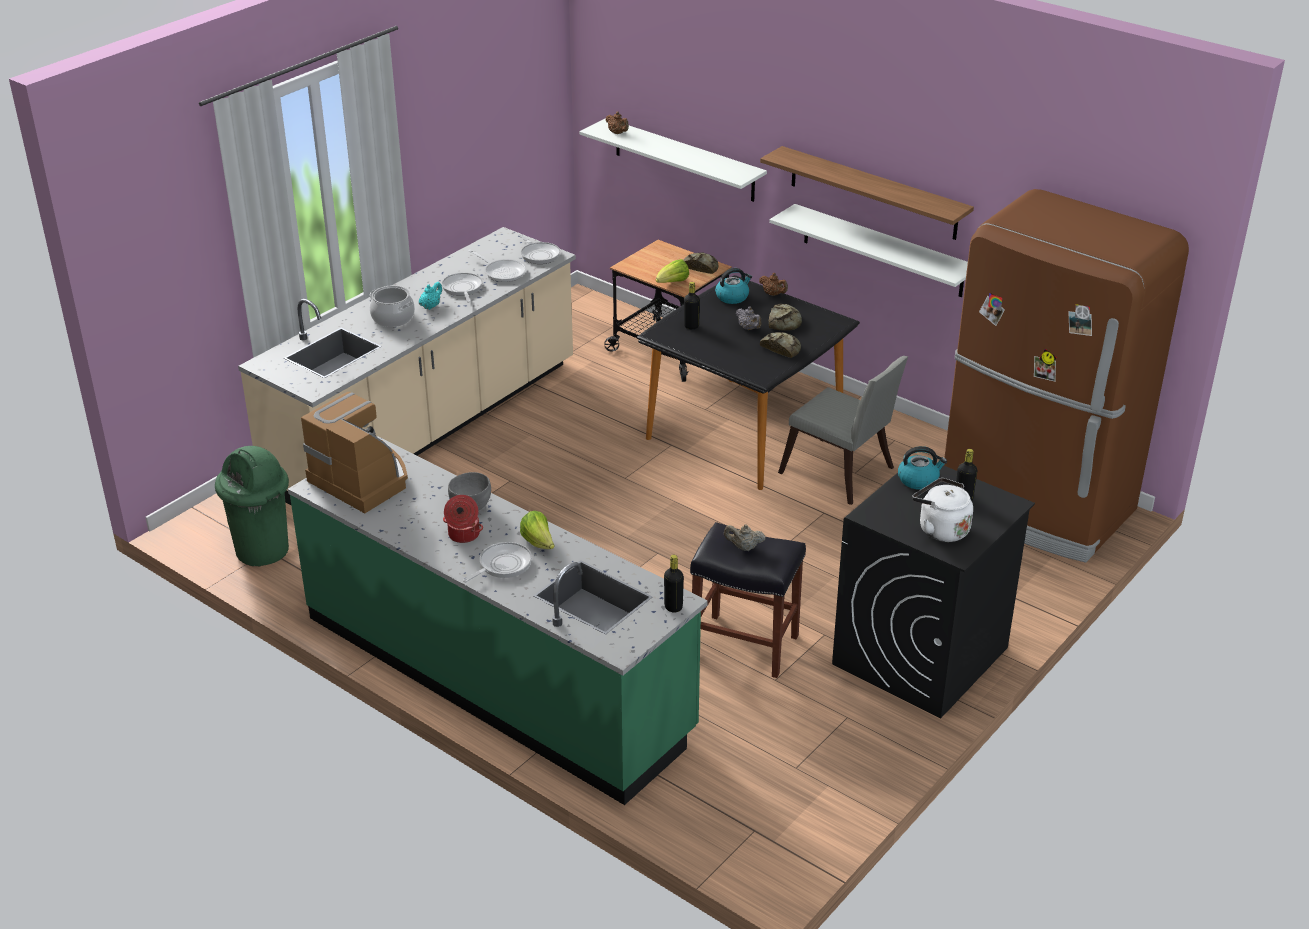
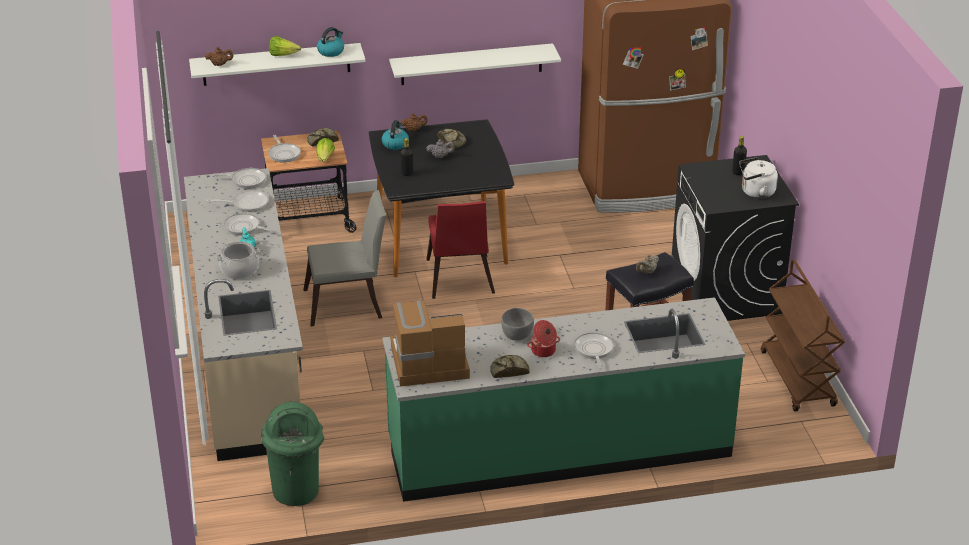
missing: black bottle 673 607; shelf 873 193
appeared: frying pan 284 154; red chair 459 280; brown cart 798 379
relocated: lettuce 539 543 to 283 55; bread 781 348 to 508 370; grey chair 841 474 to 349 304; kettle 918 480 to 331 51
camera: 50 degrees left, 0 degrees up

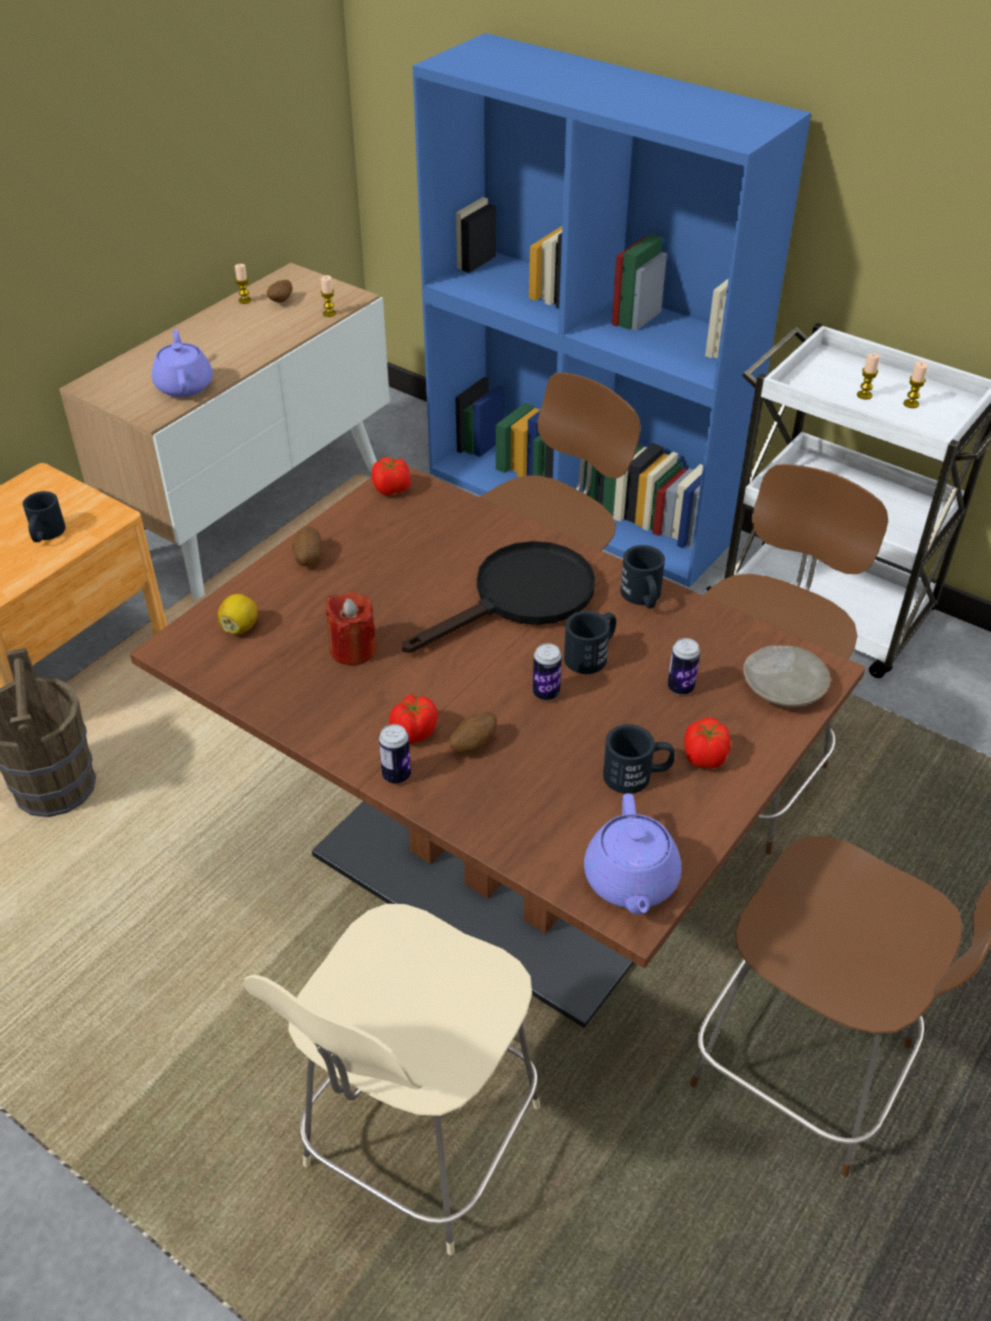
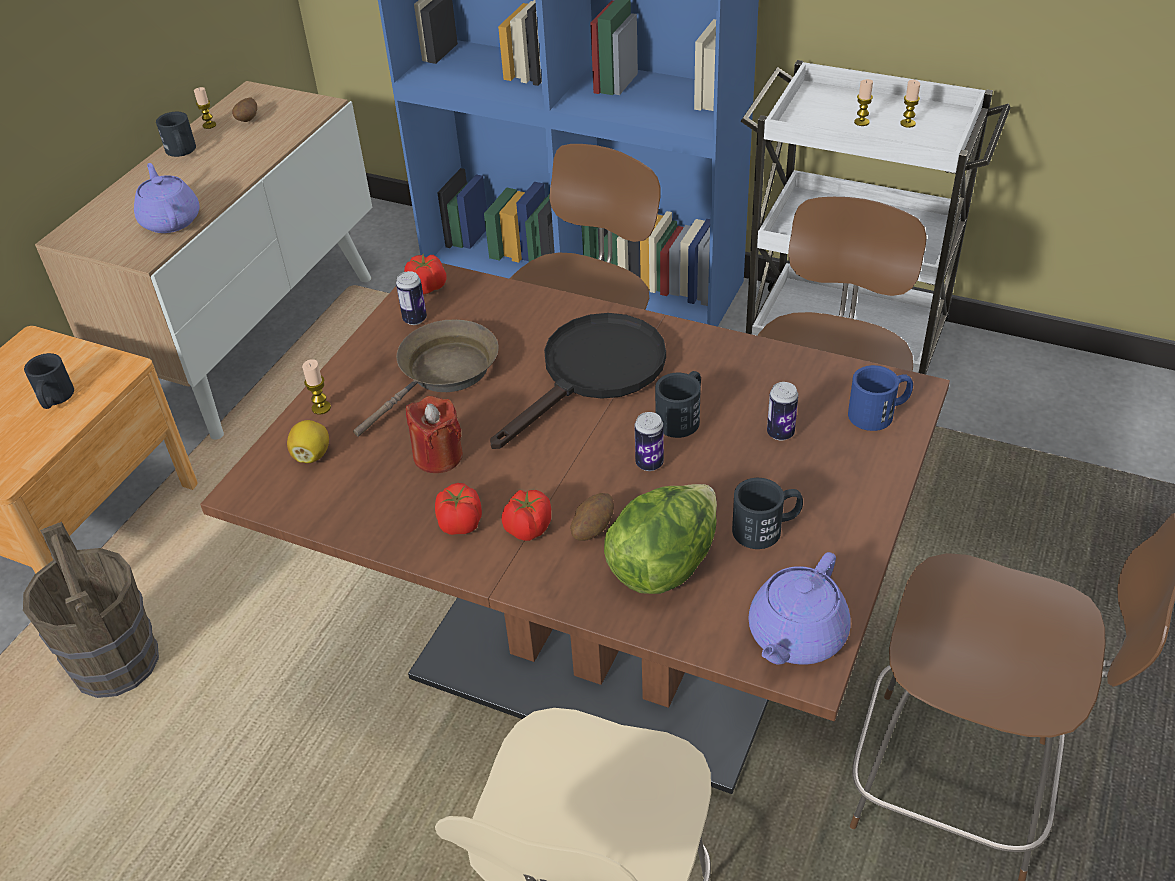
missing: potato 308 558
appeared: brown frying pan 443 374; lettuce 664 564
relocated: candle 329 313 to 321 408; can 396 775 to 415 319; black mug 643 598 to 182 152; tomato 704 757 to 459 524
exchanged: beige plate 784 686 to blue mug 879 413
spun: purple teapot 631 881 = 795 636 45 degrees clockwise
camera: 10 degrees left, 0 degrees up

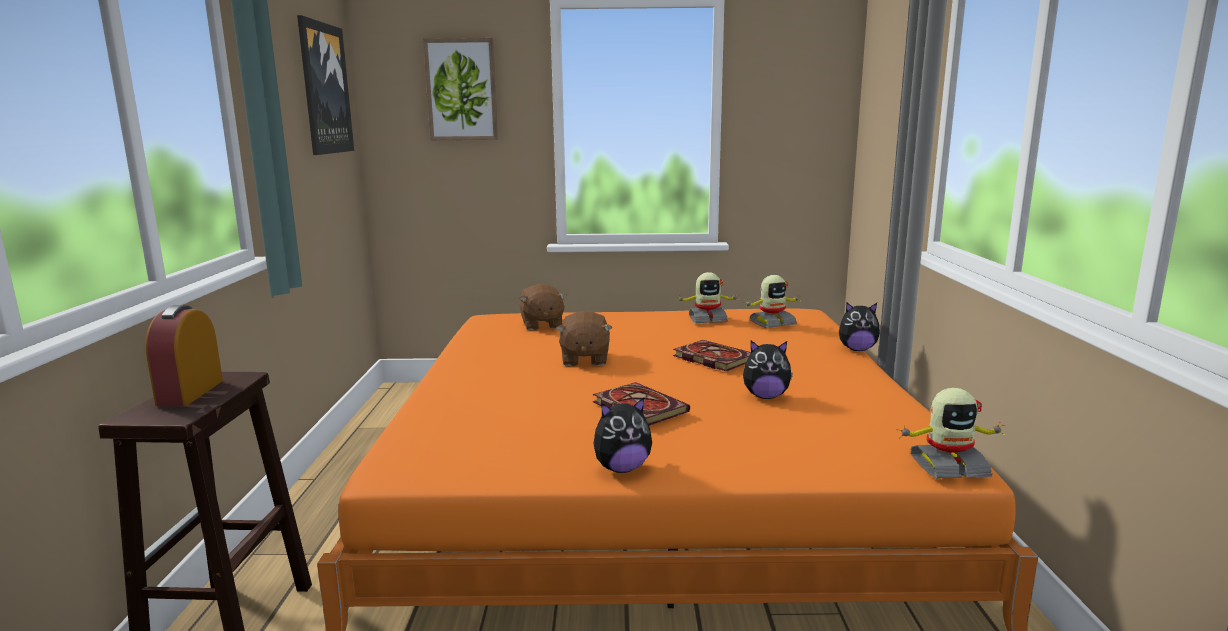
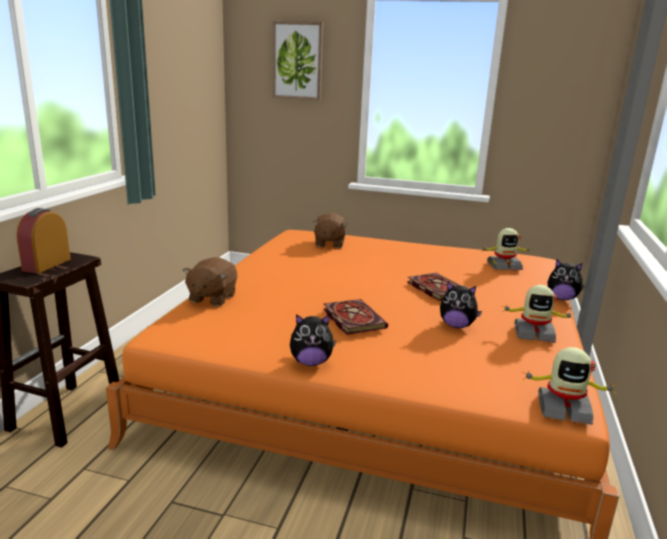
missing: picture 324 89
relocated: brown plush toy 584 359 to 212 298; toy robot 707 319 to 533 333
camera: 15 degrees right, 5 degrees up

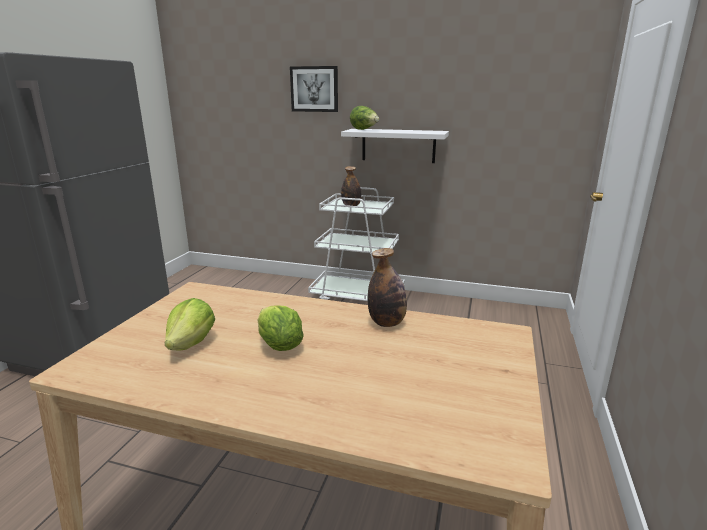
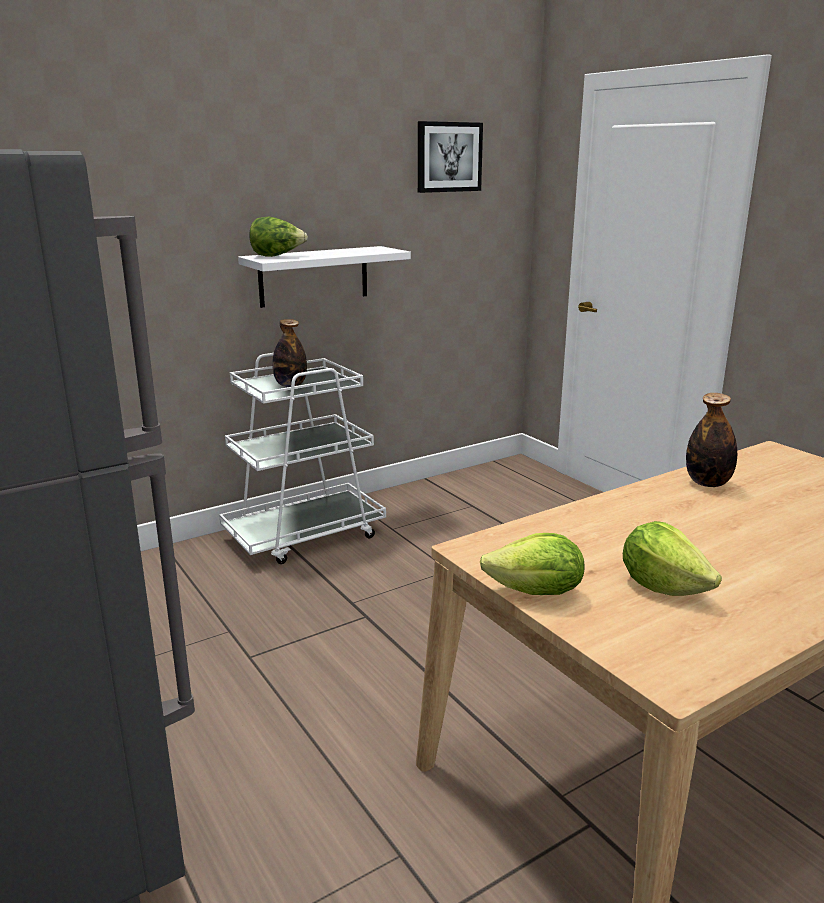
relocated: lettuce 279 345 to 536 593; picture 314 89 to 448 157
camera: 50 degrees left, 0 degrees up

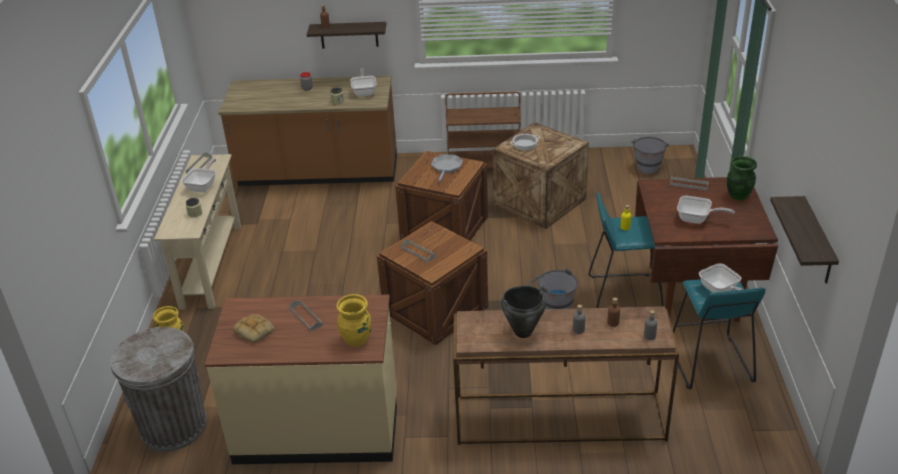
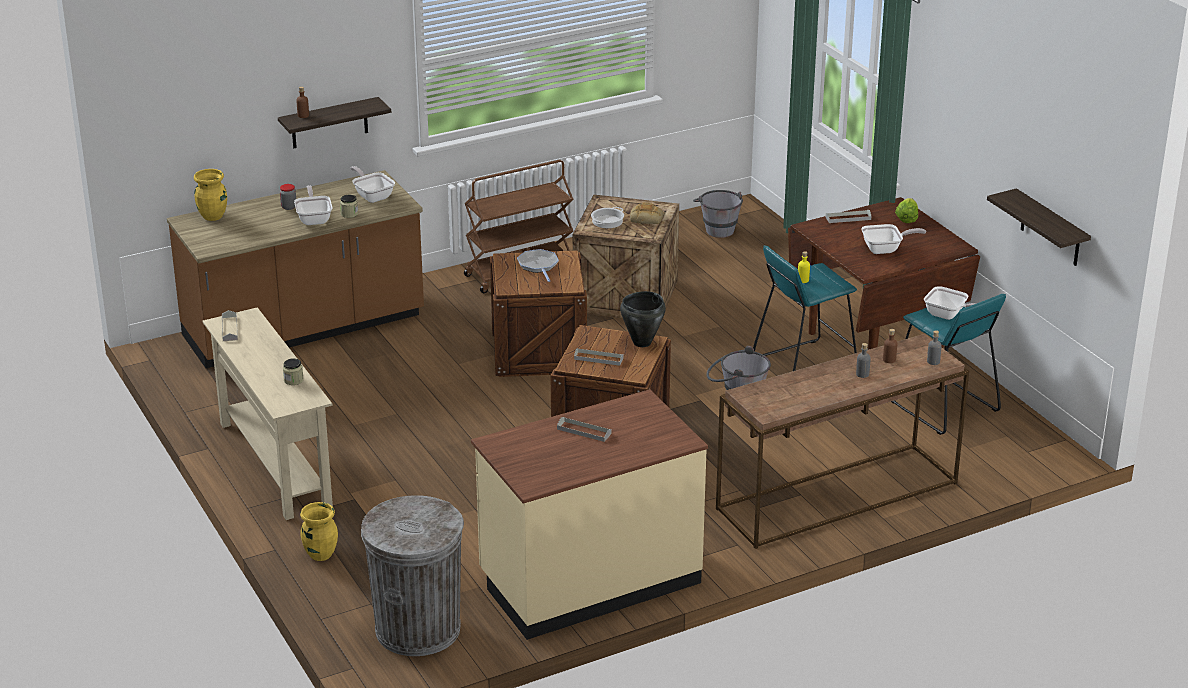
relocated: frying pan 203 186 to 314 218; bread 255 331 to 647 218; yellow vase 357 340 to 213 216; black cooking pot 522 332 to 641 342
exchanged: green vase 738 196 to lettuce 906 218
camera: 30 degrees left, 5 degrees down

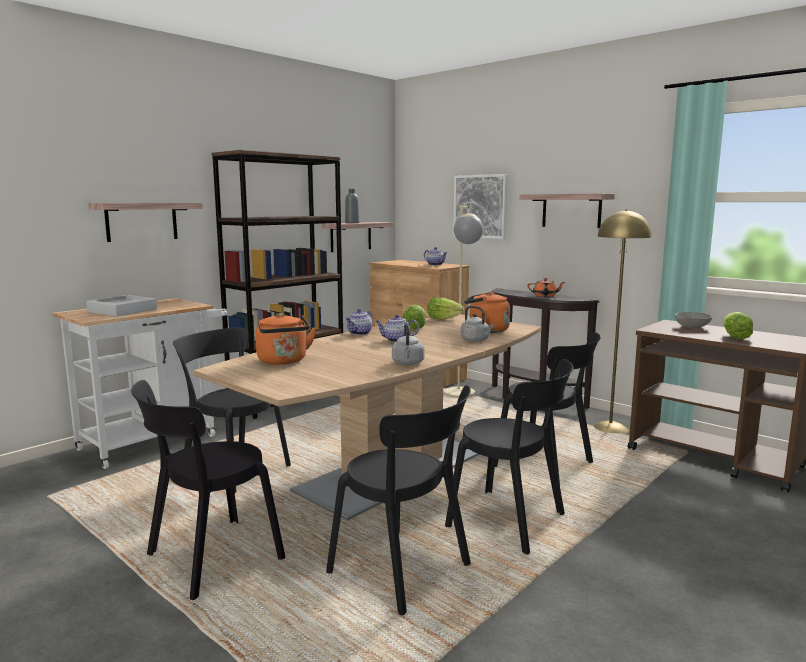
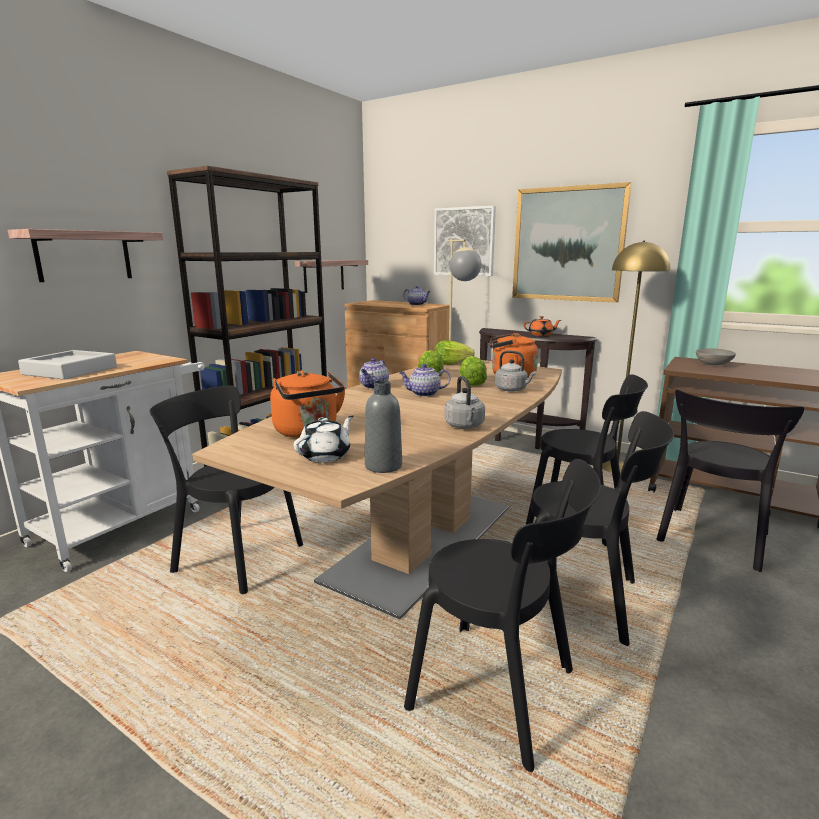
appeared: white teapot 326 456
relocated: black chair 209 559 to 711 540; grey bottle 352 223 to 383 466; lettuce 734 337 to 471 383
exchanged: shelf 571 210 to picture 568 244
camera: 10 degrees left, 5 degrees up

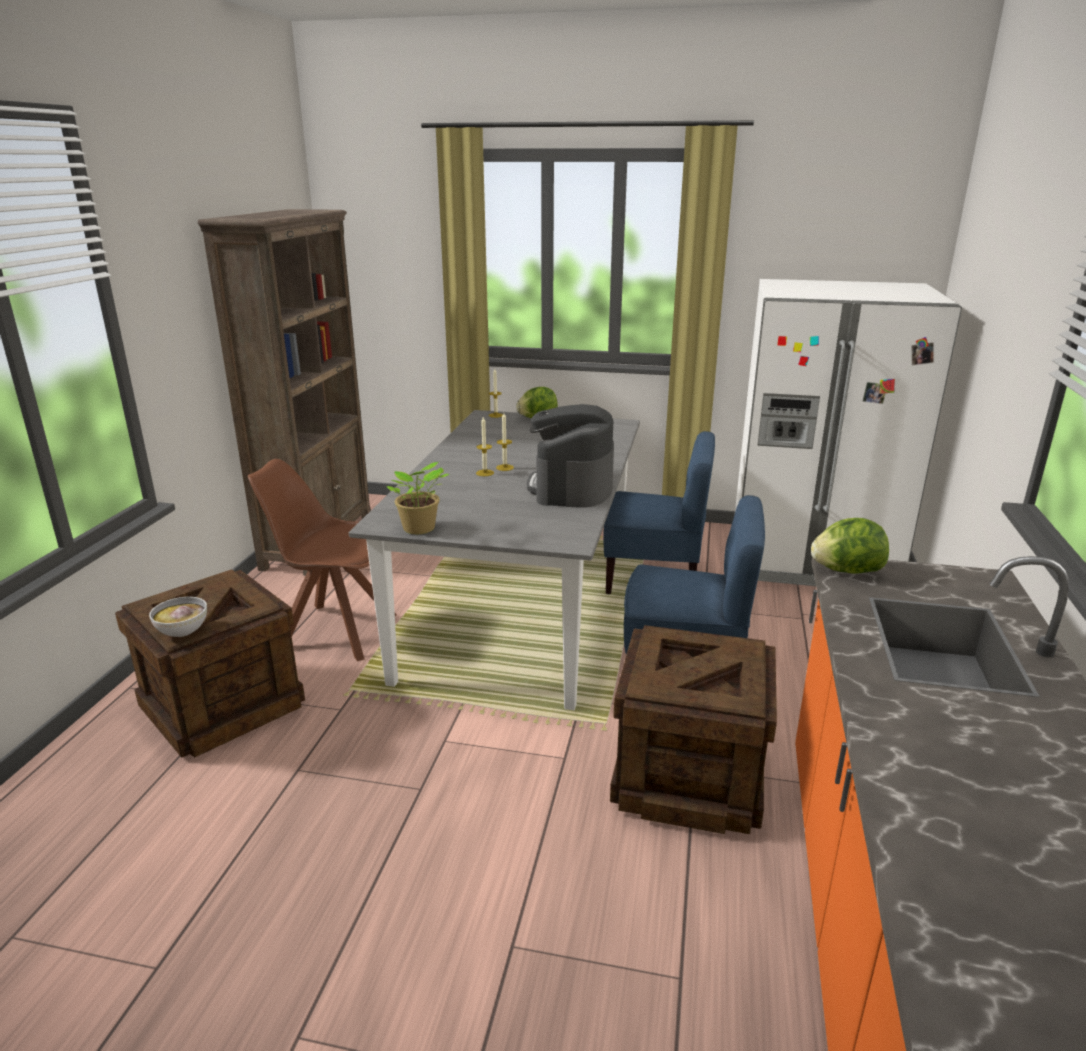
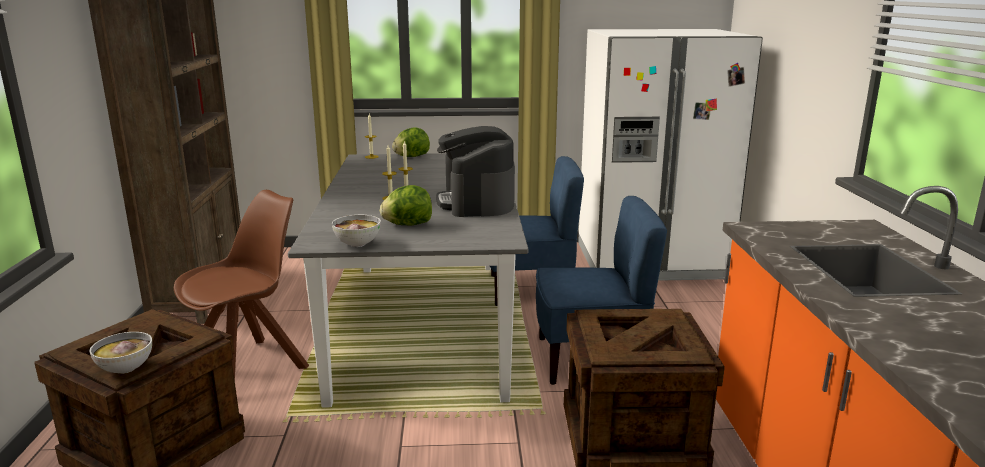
relocated: lettuce 846 571 to 407 225
exchanged: potted plant 419 529 to bowl 357 244
spun: brown chair 334 631 = 249 367 135 degrees clockwise
camera: 15 degrees left, 5 degrees down

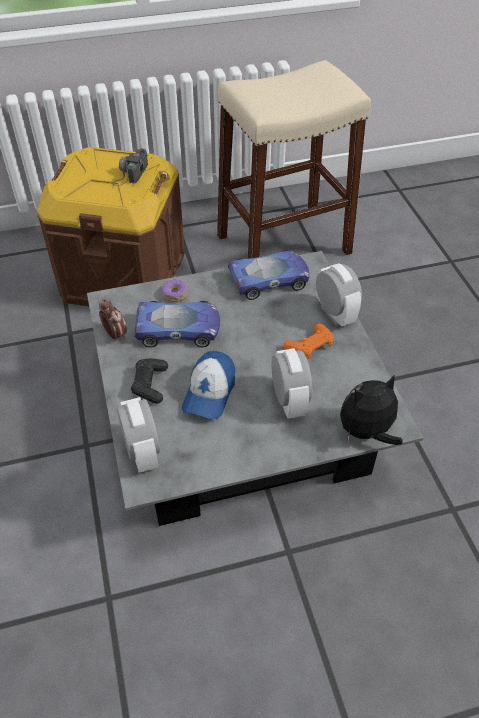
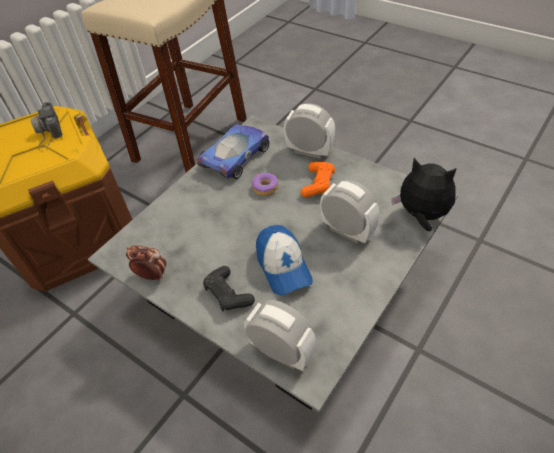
missing: toy car 179 329
relocated: donut 175 294 to 265 187
spun: plush toy 366 432 = 422 216 90 degrees clockwise
camera: 35 degrees left, 0 degrees up

